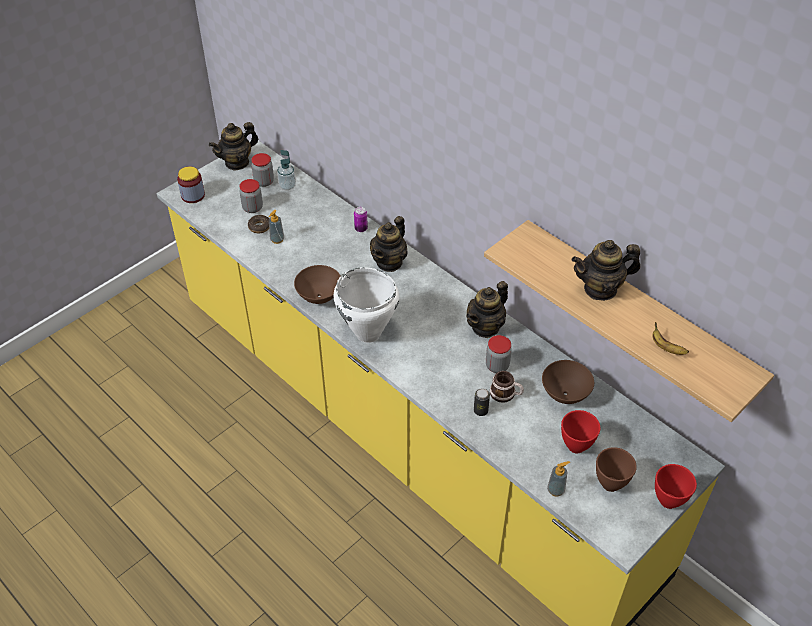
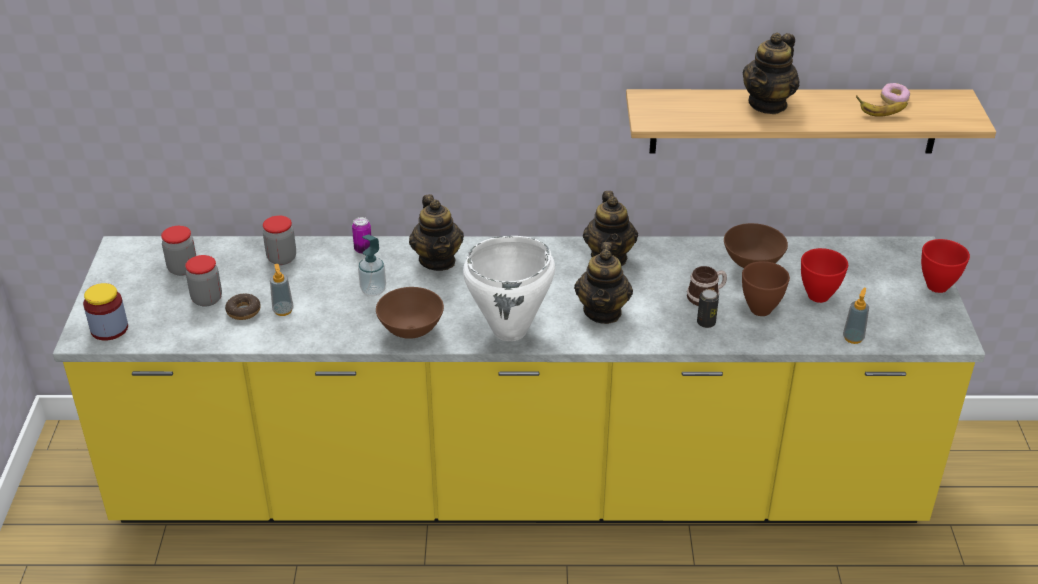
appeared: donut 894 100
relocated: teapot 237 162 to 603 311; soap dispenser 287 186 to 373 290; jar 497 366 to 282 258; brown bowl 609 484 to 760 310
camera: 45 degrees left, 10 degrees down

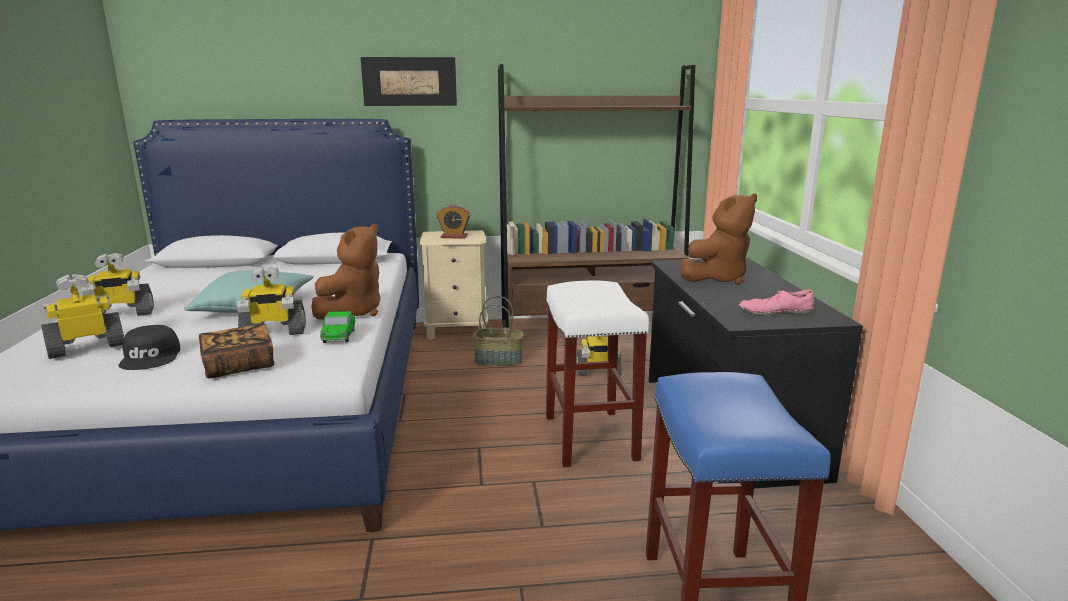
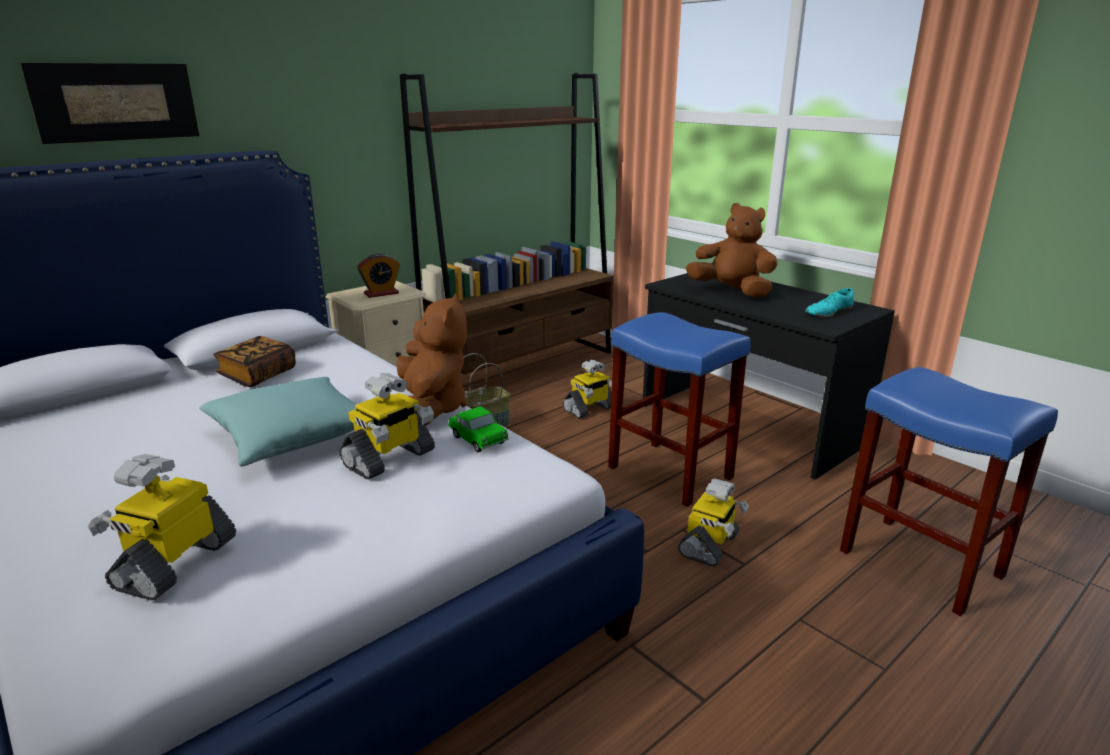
missing: black cap 151 357
relocated: toy robot 121 314 to 710 545; book 239 365 to 258 375; picture 409 81 to 116 102
colour: white stool 589 437 to blue stool 668 472; pink shoe 775 312 to turquoise shoe 828 312
spun: brown plush toy 717 279 = 732 291 75 degrees counterclockwise
camera: 35 degrees left, 5 degrees up

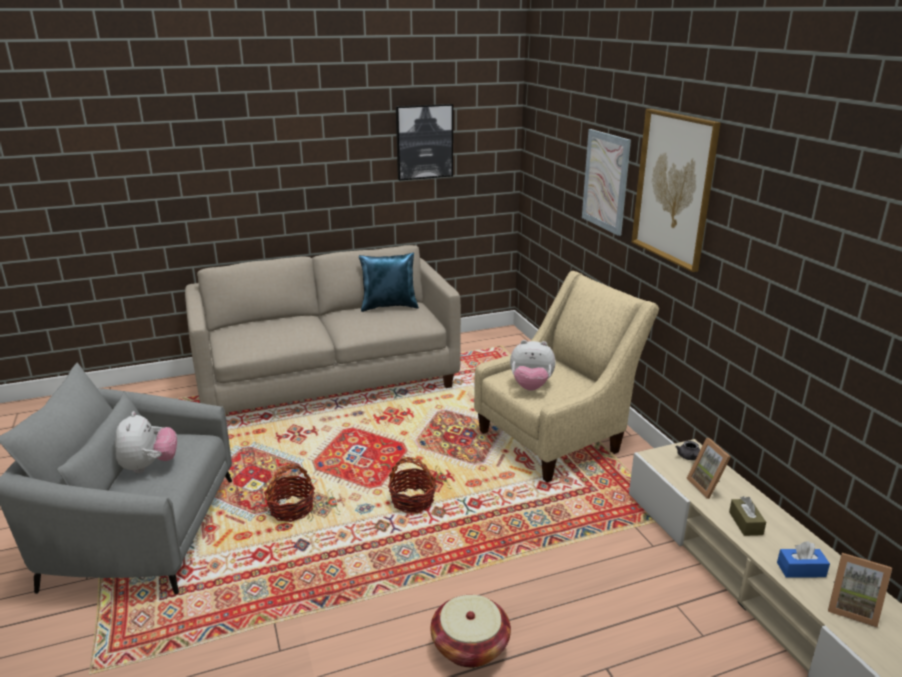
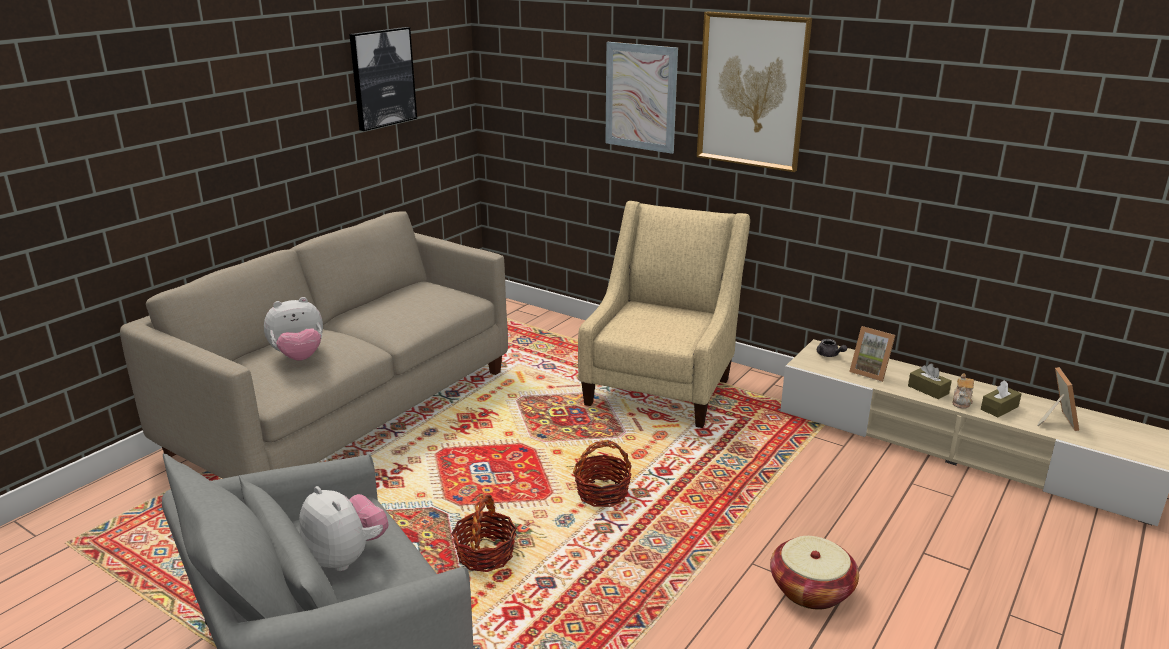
missing: blue pillow 389 306
appeared: teapot 961 402
relocated: plush toy 531 387 to 299 357
colour: blue tissue box 801 570 to brown tissue box 999 408
spun: picture frame 852 608 = 1055 420 75 degrees counterclockwise
camera: 35 degrees left, 0 degrees up

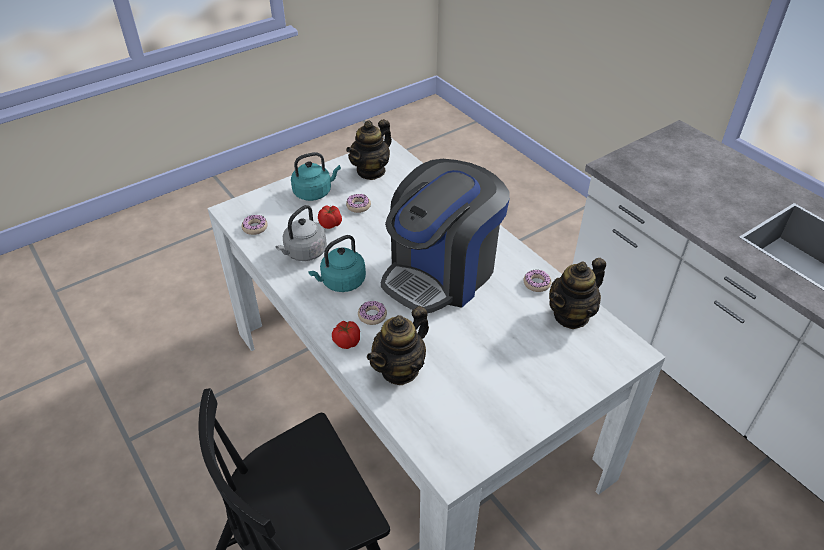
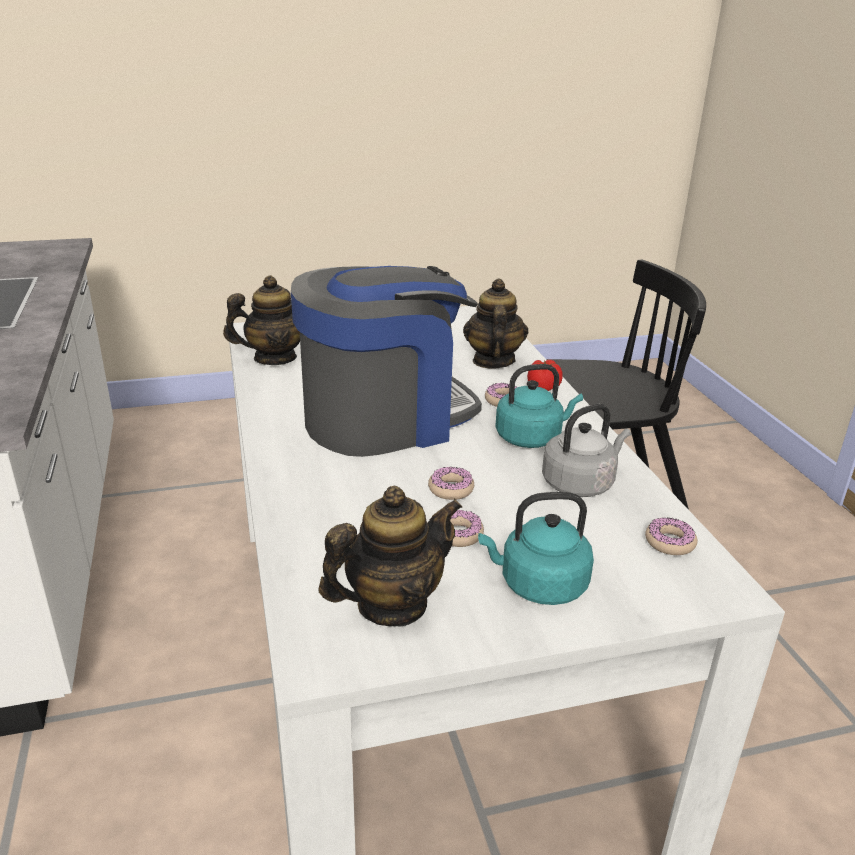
missing: tomato 331 224
relocated: donut 536 283 to 451 489
spun: teapot 400 369 = 493 361 60 degrees counterclockwise
camera: 160 degrees left, 15 degrees down

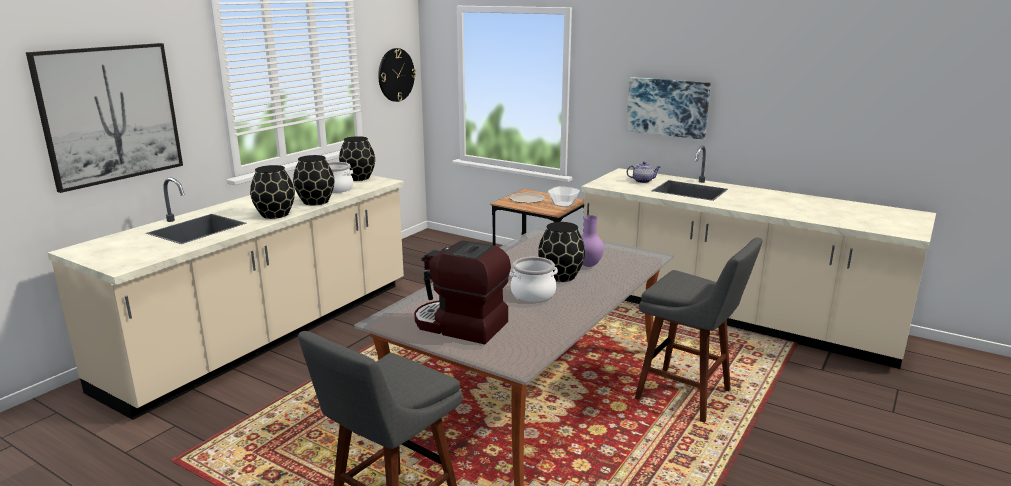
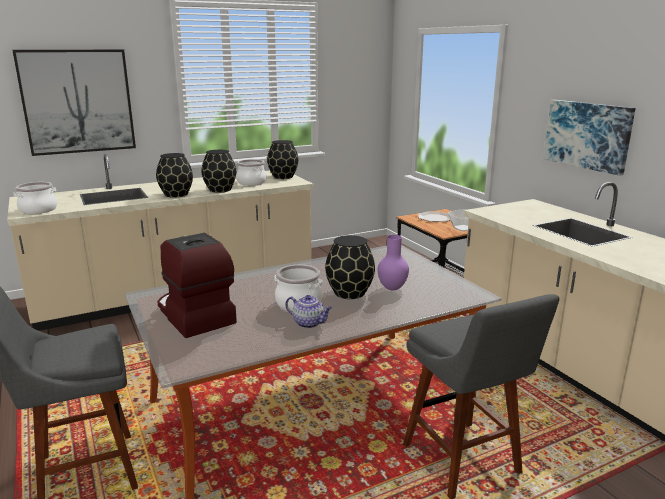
missing: wall clock 396 75
appeared: cooking pot 38 210
relocated: teapot 643 181 to 309 323
camera: 30 degrees right, 0 degrees up

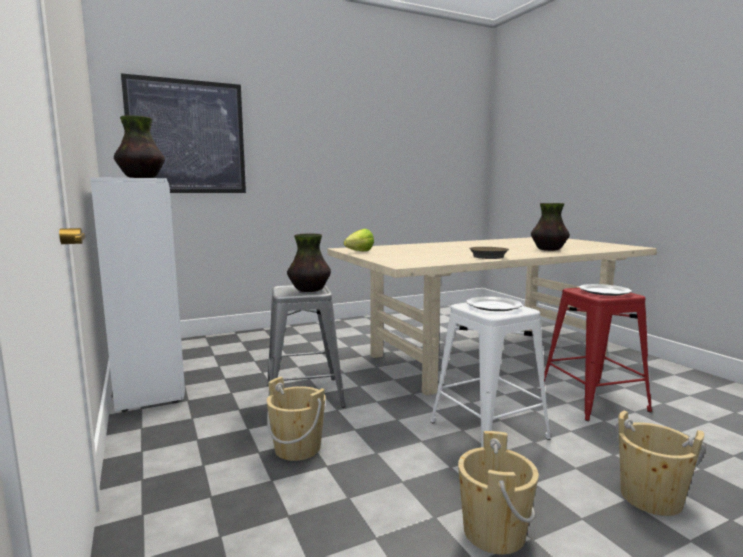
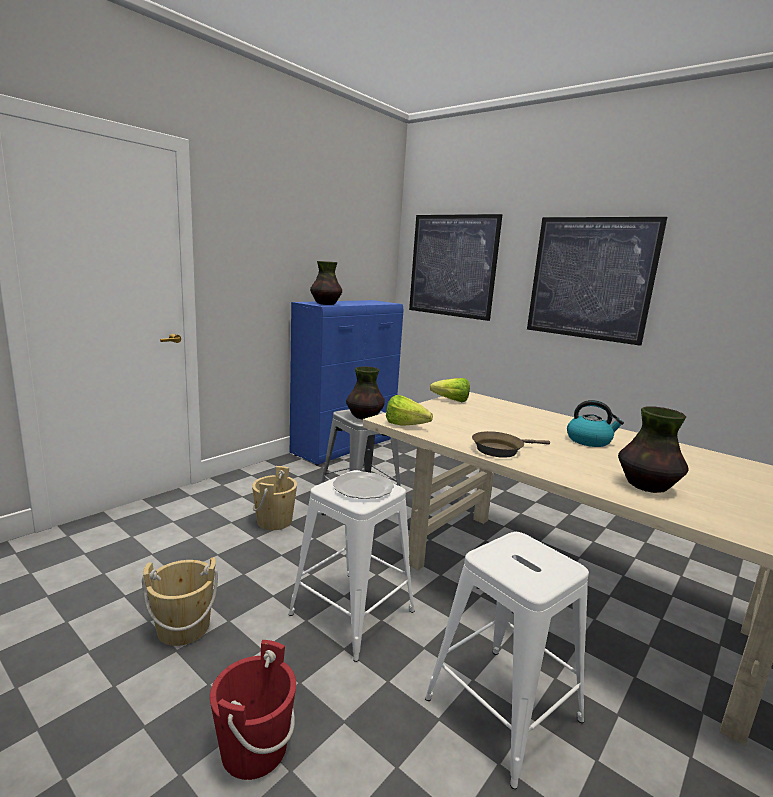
missing: plate 605 292
appeared: lettuce 409 426; picture 590 278; kettle 589 441
colour: white cabinet 149 378 to blue cabinet 345 447; red stool 592 400 to white stool 503 709; beige bucket 651 498 to red bucket 254 748
camera: 65 degrees right, 5 degrees up

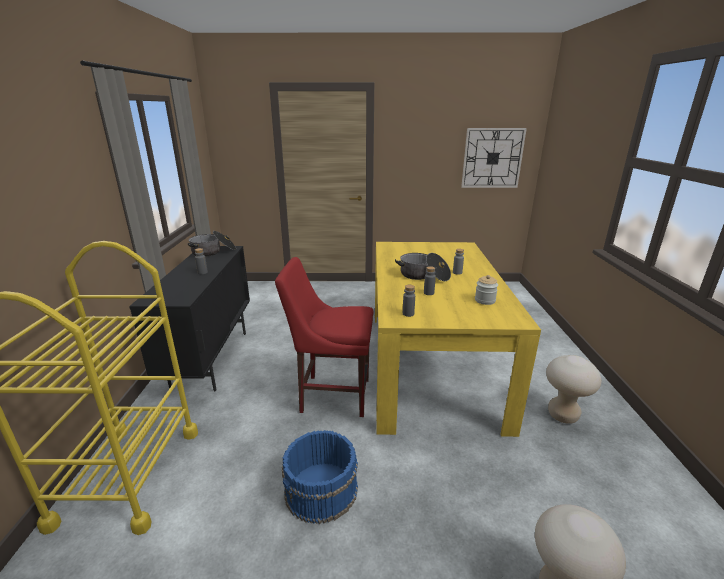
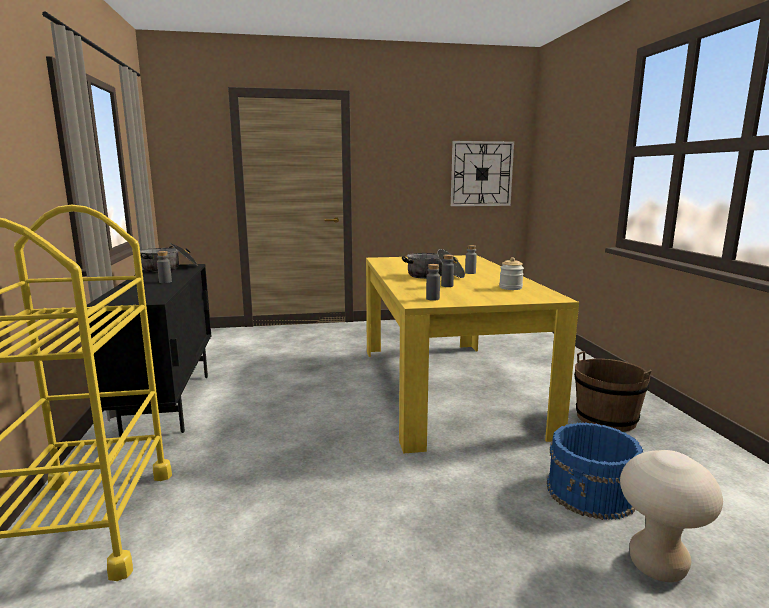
missing: red chair 331 394
relocated: blue bucket 321 491 to 592 492
exchanged: beige stool 562 415 to brown bucket 606 418
camera: 10 degrees left, 10 degrees down

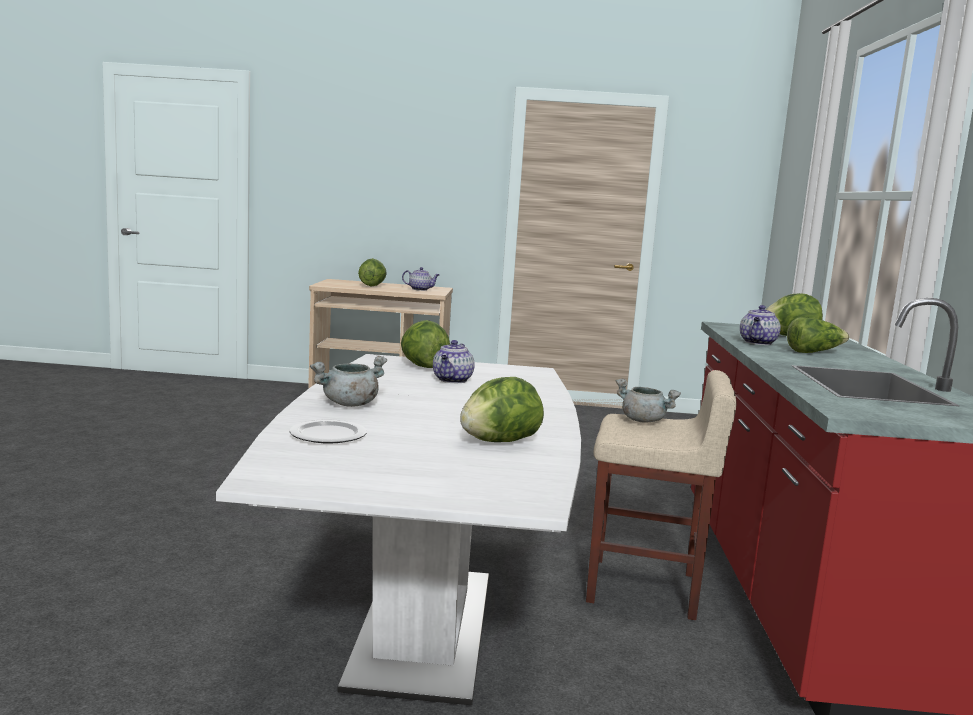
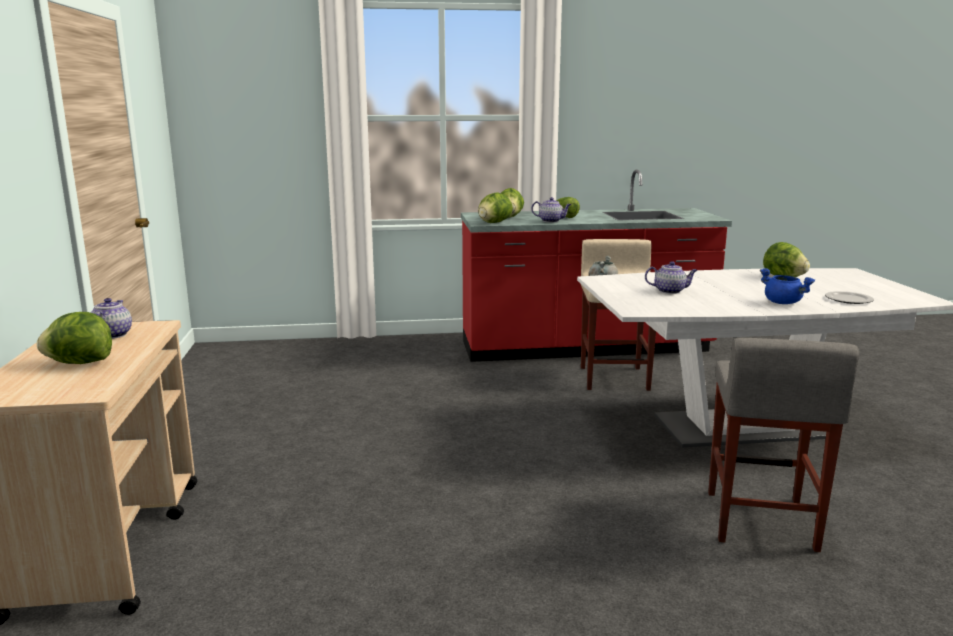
appeared: grey stool 760 521
relocated: lettuce 422 366 to 494 223
colour: grey cooking pot 349 404 to blue cooking pot 784 303
camera: 100 degrees left, 5 degrees up

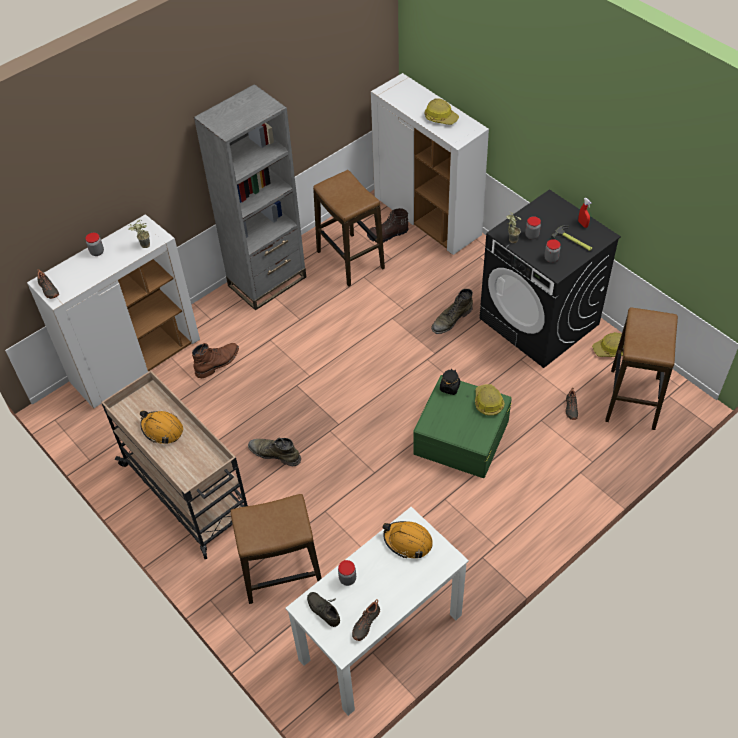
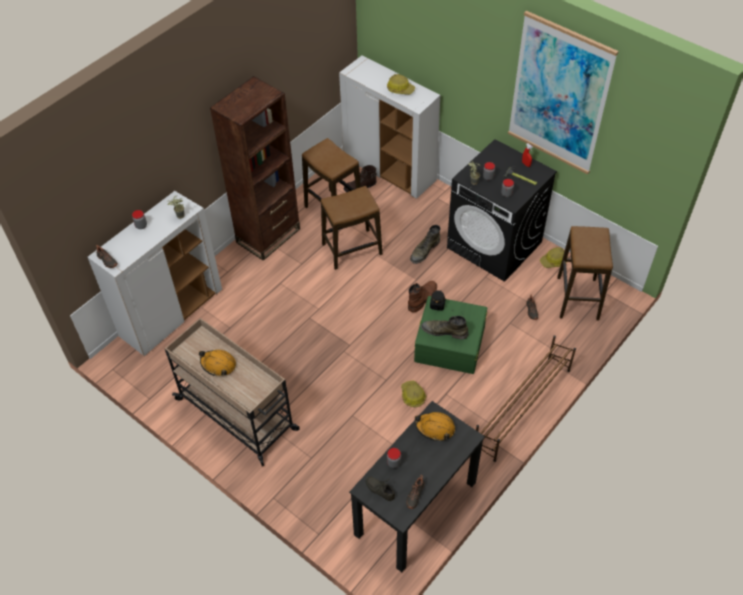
appeared: brown shoe rack 522 408; picture 559 94
relocated: brown boot 218 362 to 423 298; stool 281 571 to 352 249; green boot 274 453 to 444 331; hard hat 488 402 to 412 396
colour: grey bookcase 267 281 to brown bookcase 268 236; white desk 380 638 to black desk 415 508
camera: 10 degrees left, 0 degrees up

